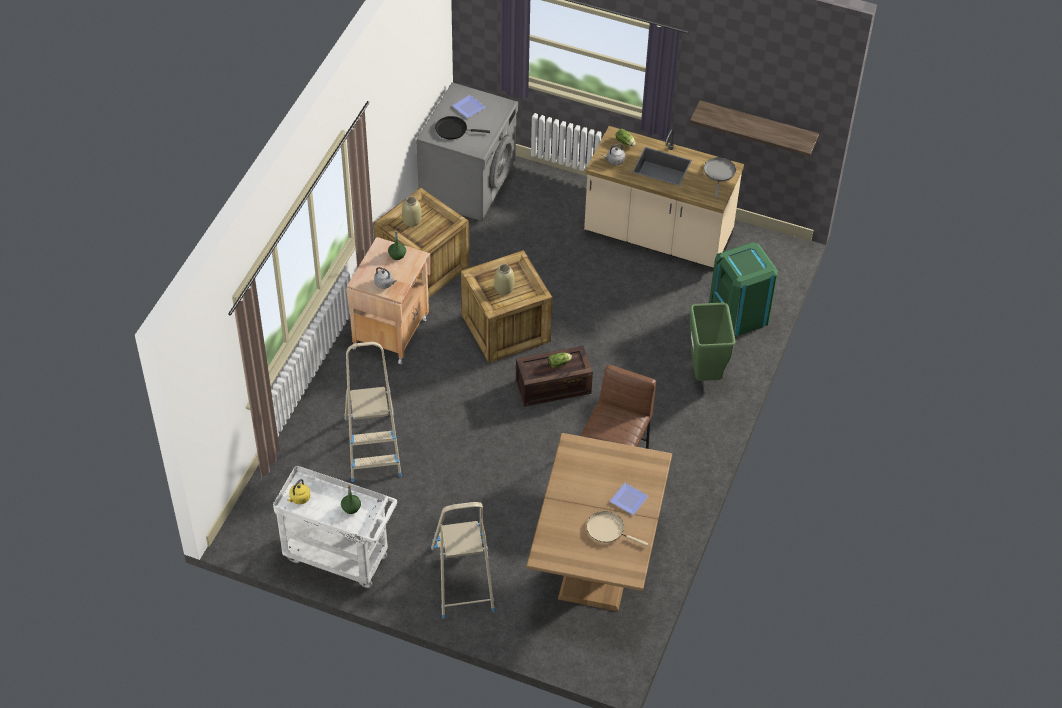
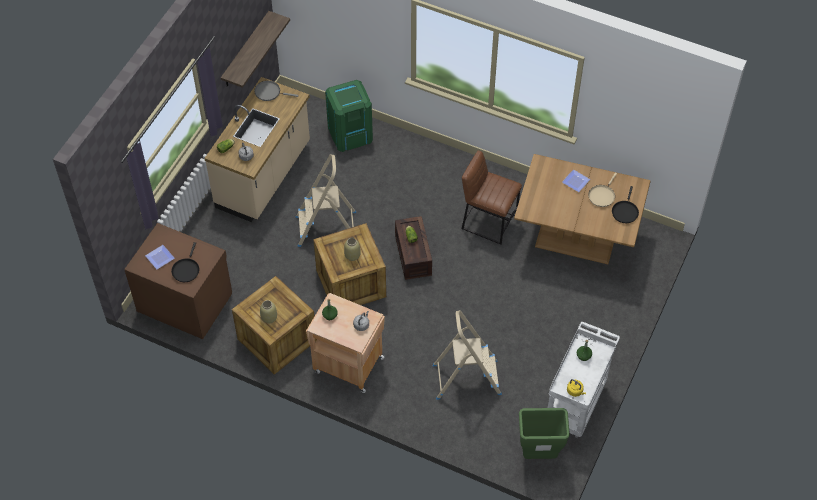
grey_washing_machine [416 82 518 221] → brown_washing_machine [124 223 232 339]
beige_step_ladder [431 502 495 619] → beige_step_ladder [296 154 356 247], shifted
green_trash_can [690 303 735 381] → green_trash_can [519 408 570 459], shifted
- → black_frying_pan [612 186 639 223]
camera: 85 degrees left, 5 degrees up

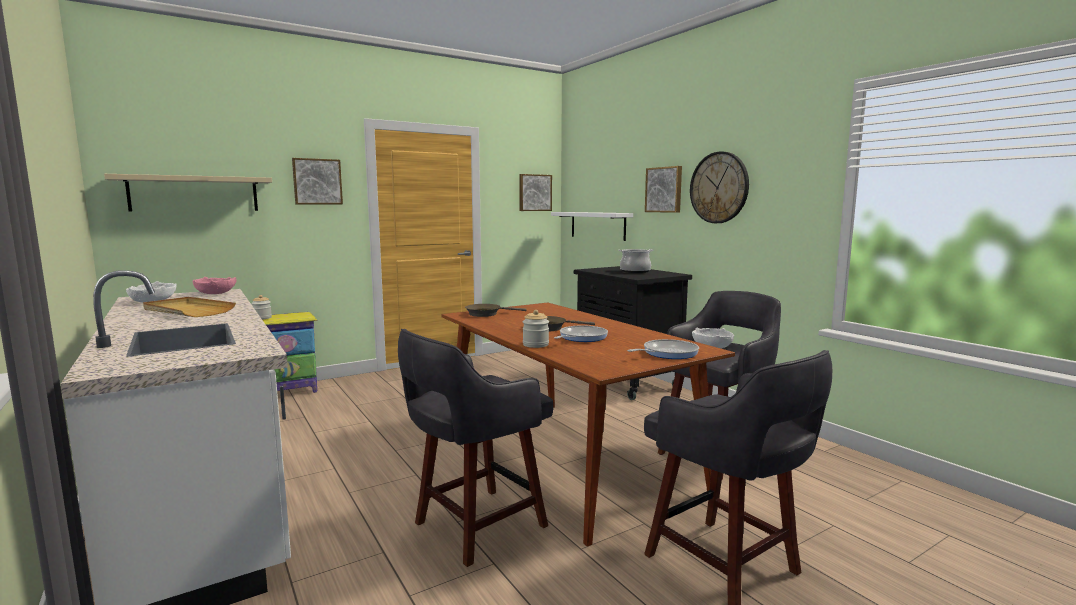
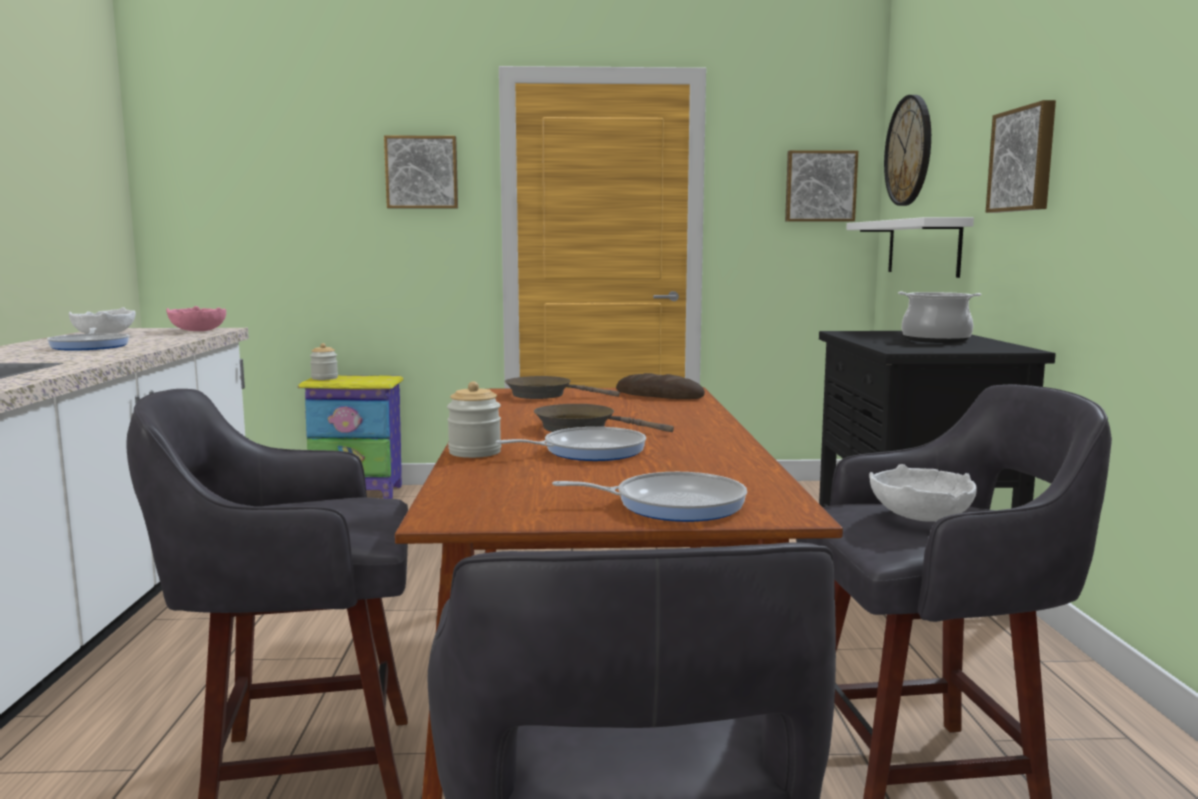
beige_tray [143 297 236 317] → frying_pan [47 328 129 351]
- → bread [616 373 705 399]
wall_clock [690 152 749 223] → wall_clock [884 95 931 206], shifted
beige_shelf [104 174 272 211] → -
camera: 30 degrees right, 0 degrees up

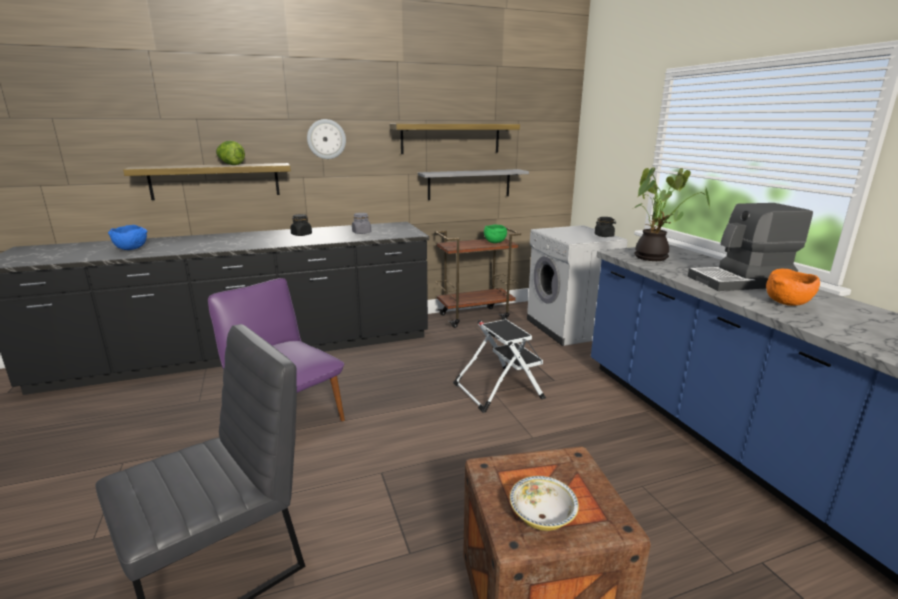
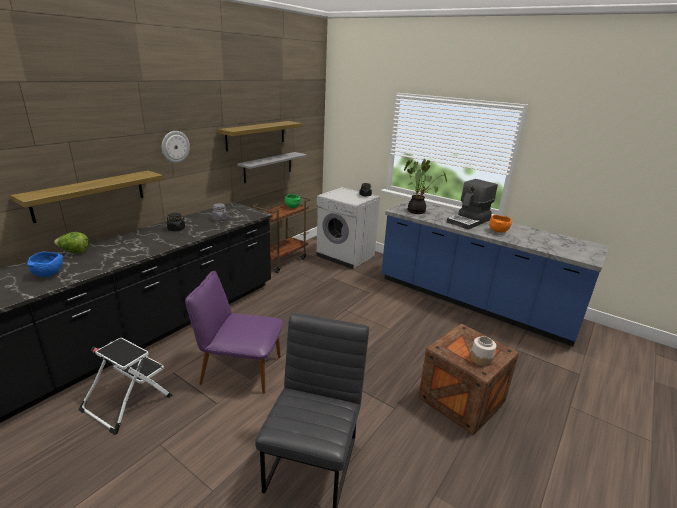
lettuce [216 140 245 165] → lettuce [54 232 89 253], shifted
step_ladder [453 319 546 413] → step_ladder [78 338 172 435], shifted
bowl [510 476 579 531] → jar [471 336 496 366]
camera: 35 degrees left, 5 degrees up

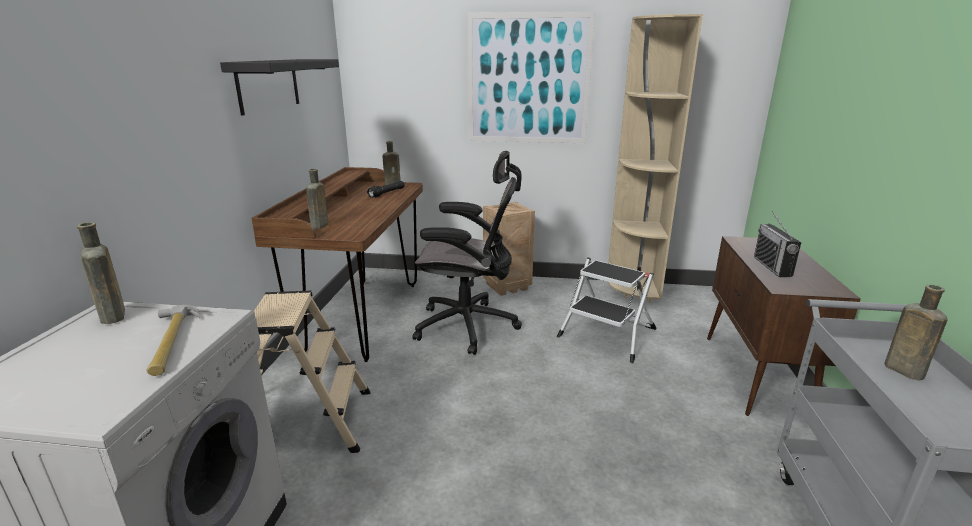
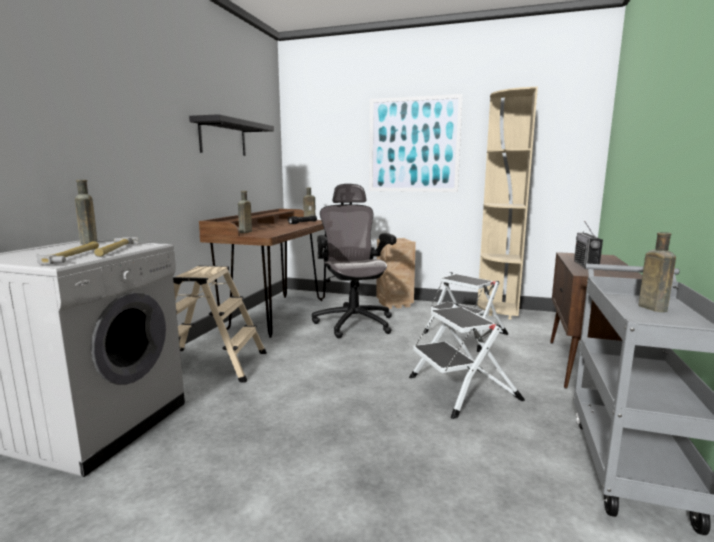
- → hammer [36 241 99 264]
office_chair [413 151 522 355] → office_chair [312 184 396 338], 120 degrees counterclockwise
- → step_ladder [409 303 525 419]
camera: 10 degrees right, 10 degrees down

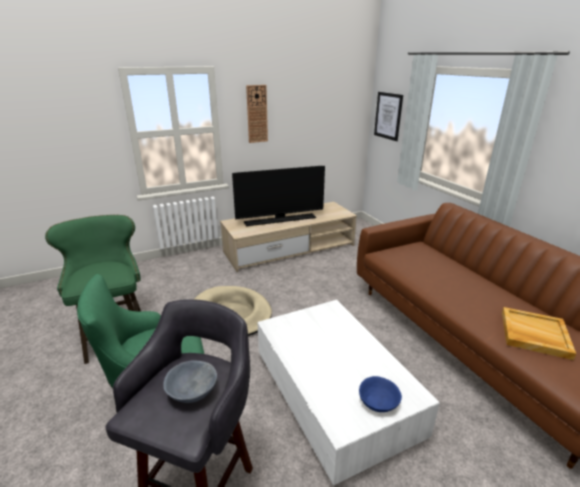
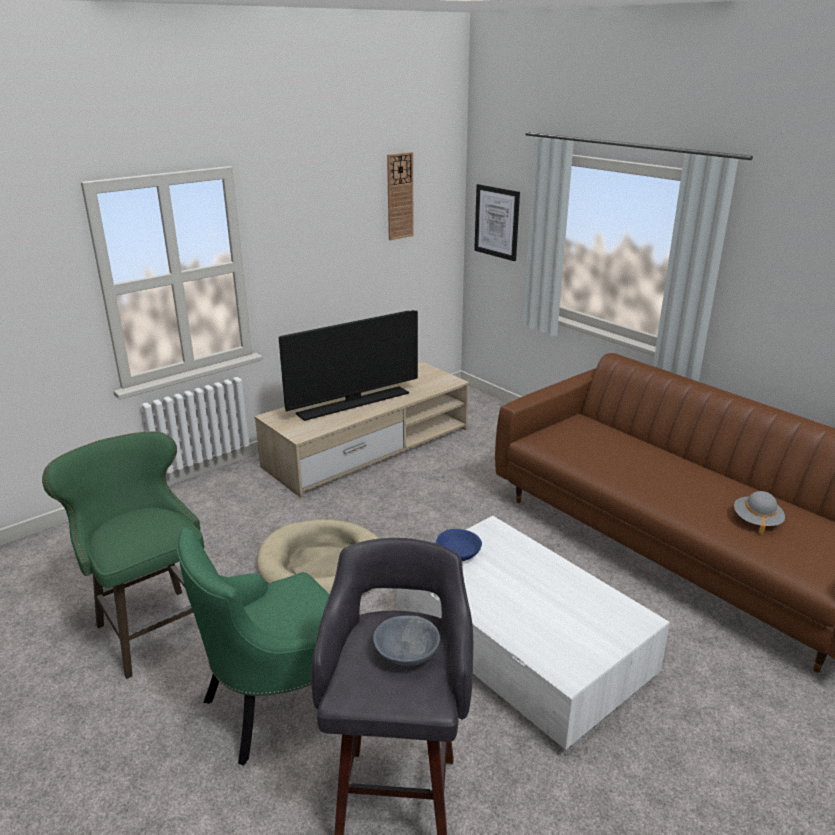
wall_clock [246 85 268 143] → wall_clock [387 152 414 240], shifted
blue_bowl [359 376 402 412] → blue_bowl [436 529 482 561], shifted
beige_tray [502 307 576 360] → grey_hat [734 491 785 535]
camera: 15 degrees left, 0 degrees up

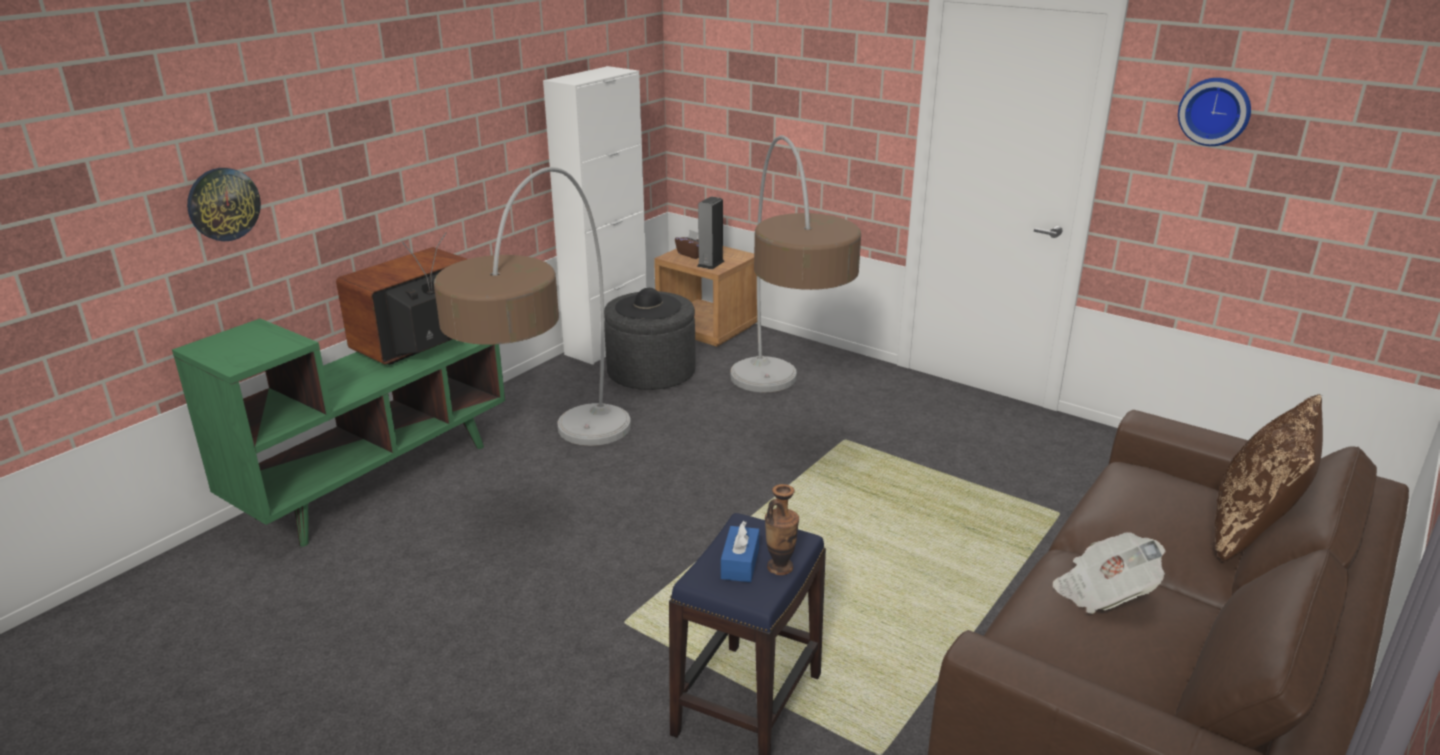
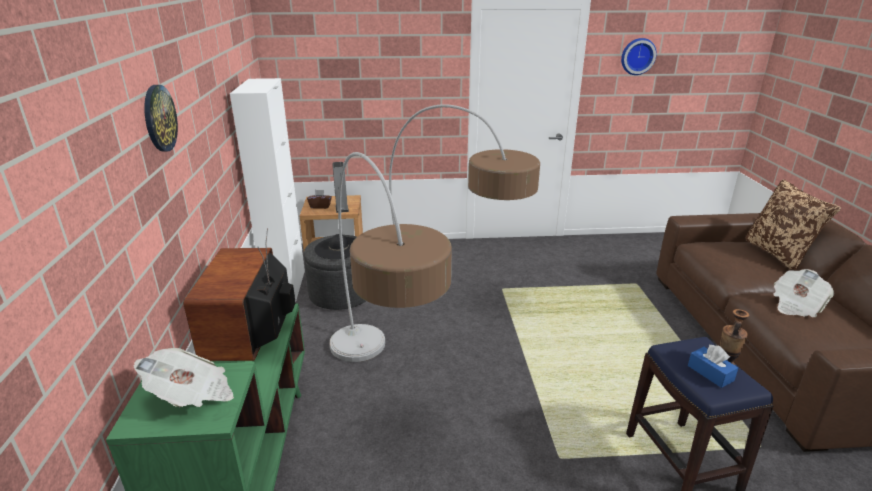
- → newspaper [134 348 234 407]
wall_clock [187 168 261 241] → wall_clock [144 85 178 152], shifted
camera: 40 degrees left, 0 degrees up

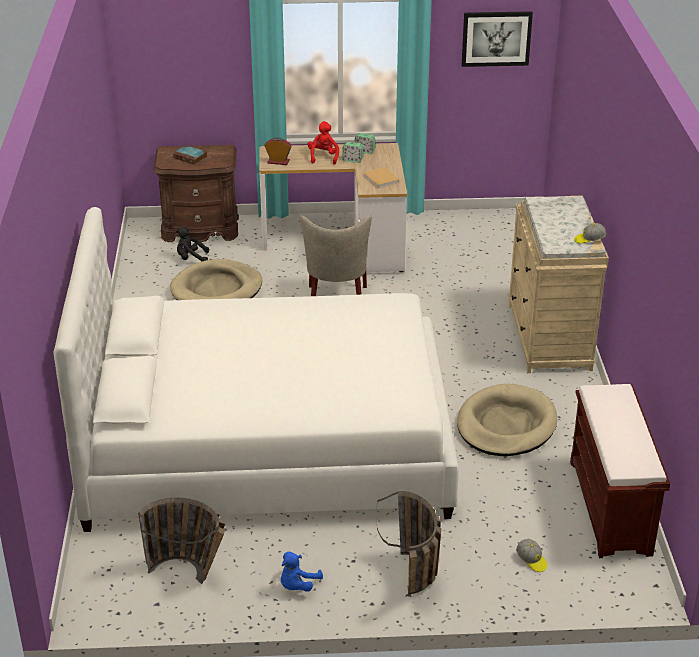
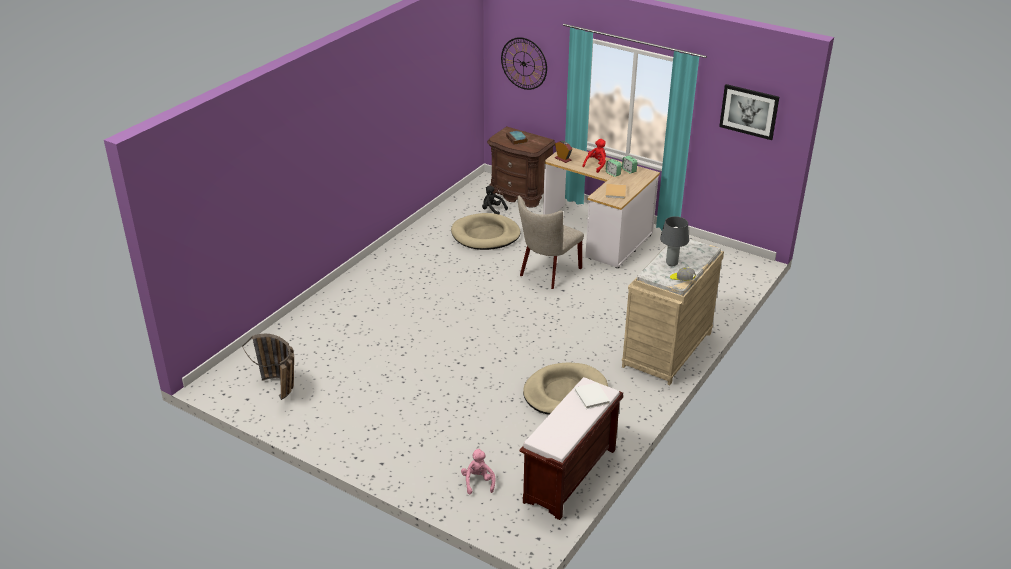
cap [516 539 547 572] → pink_plush_toy [461 449 496 494]
- → wall_clock [501 37 547 90]
- → white_book [574 382 610 409]
- → grey_table_lamp [660 216 689 266]
white_bed [53 207 459 532] → -
blue_plush_toy [281 552 323 592] → -
basket [376 491 441 594] → -
camera: 35 degrees right, 0 degrees up

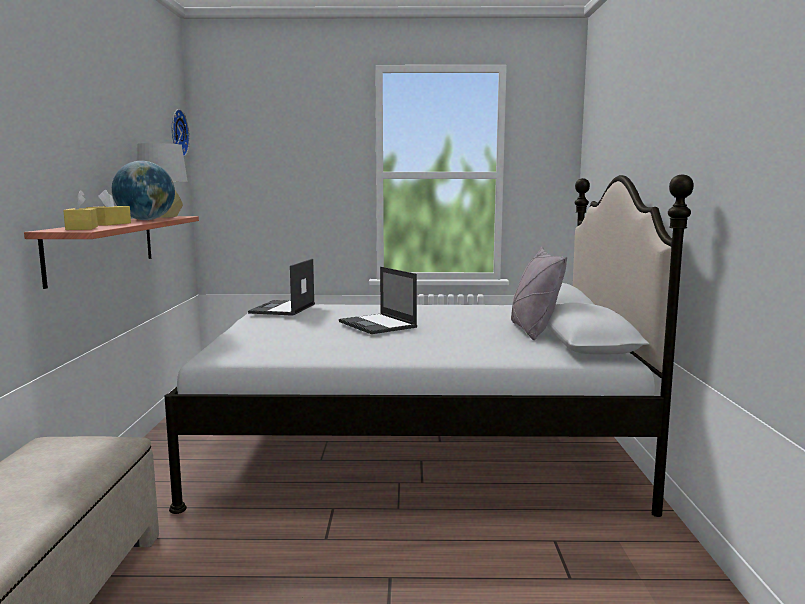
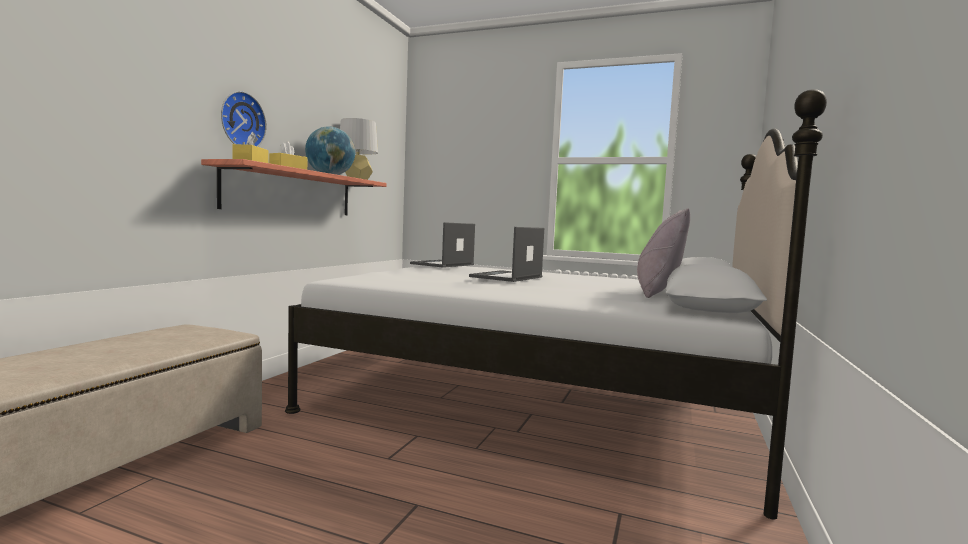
wall_clock [172 109 190 157] → wall_clock [221 91 267 147], shifted
laptop [339 267 417 334] → laptop [469 227 544 282], 45 degrees clockwise
camera: 20 degrees right, 5 degrees down

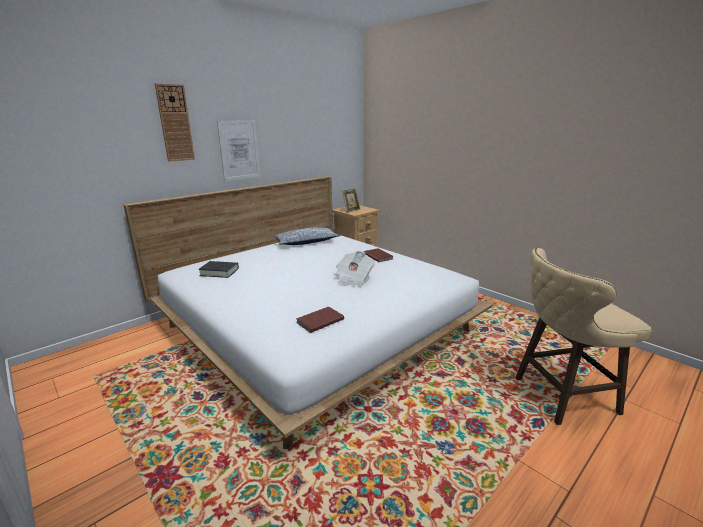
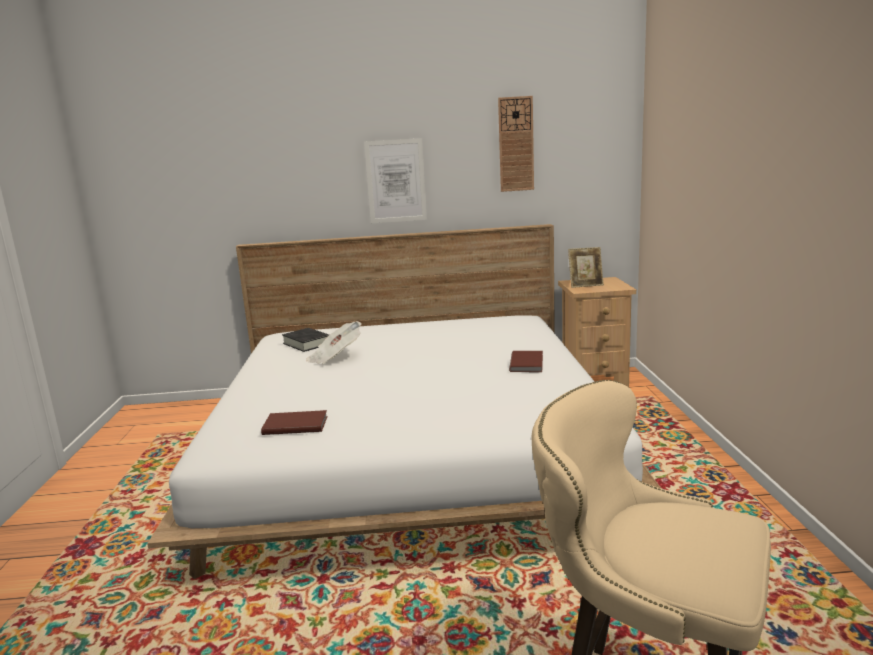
newspaper [336 251 375 286] → newspaper [306 321 362 364], shifted
wall_clock [155 83 195 162] → wall_clock [498 96 534 192], shifted
pillow [274 227 340 245] → -
camera: 40 degrees right, 5 degrees down

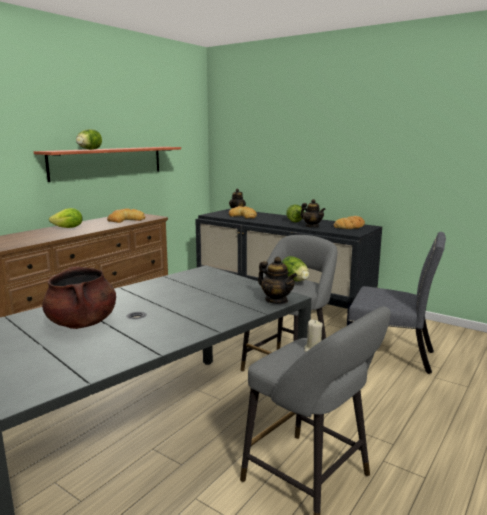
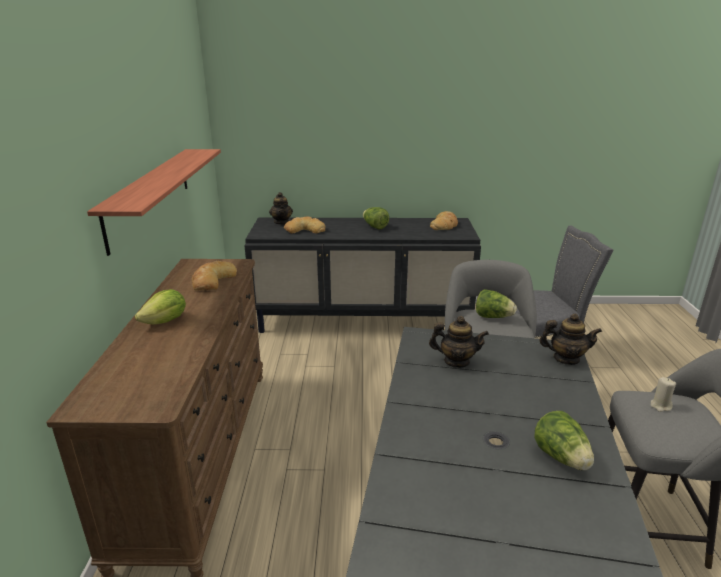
teapot [300 199 326 228] → teapot [429 316 489 368], shifted
lettuce [76 129 102 150] → lettuce [534 411 594 470], shifted
brown_cooking_pot [42 266 116 329] → -
camera: 35 degrees left, 10 degrees up

